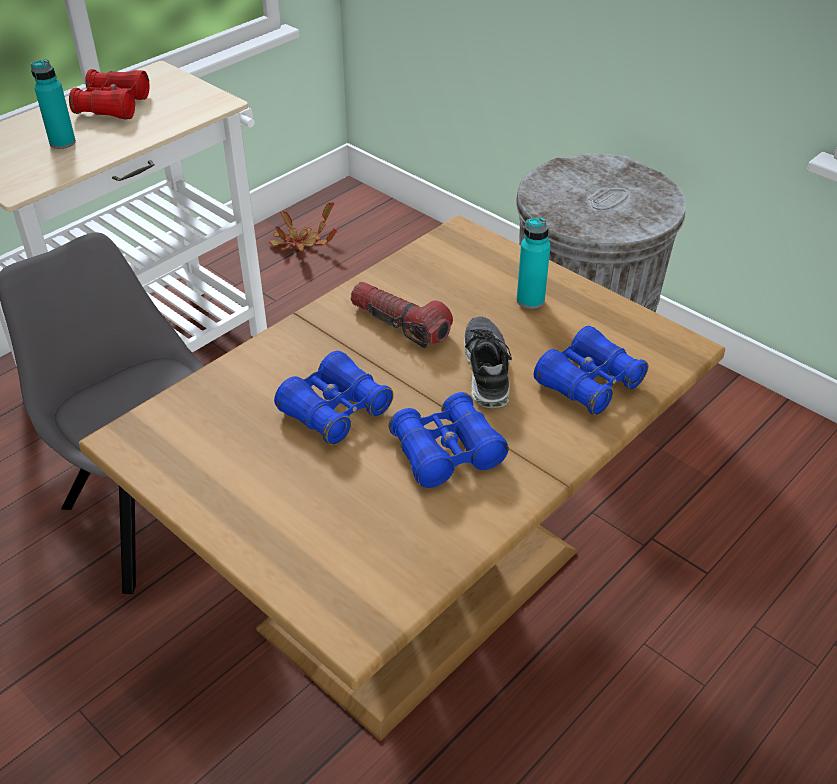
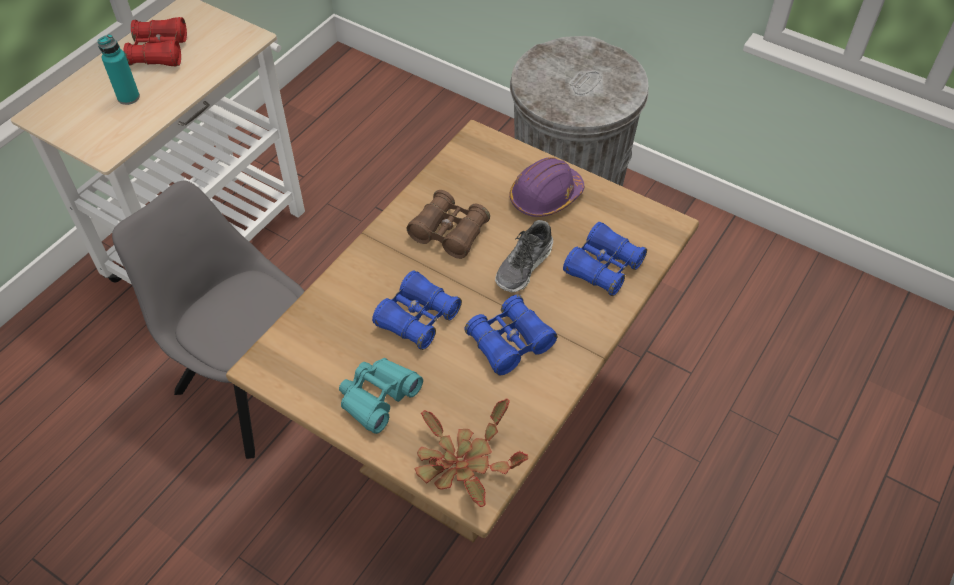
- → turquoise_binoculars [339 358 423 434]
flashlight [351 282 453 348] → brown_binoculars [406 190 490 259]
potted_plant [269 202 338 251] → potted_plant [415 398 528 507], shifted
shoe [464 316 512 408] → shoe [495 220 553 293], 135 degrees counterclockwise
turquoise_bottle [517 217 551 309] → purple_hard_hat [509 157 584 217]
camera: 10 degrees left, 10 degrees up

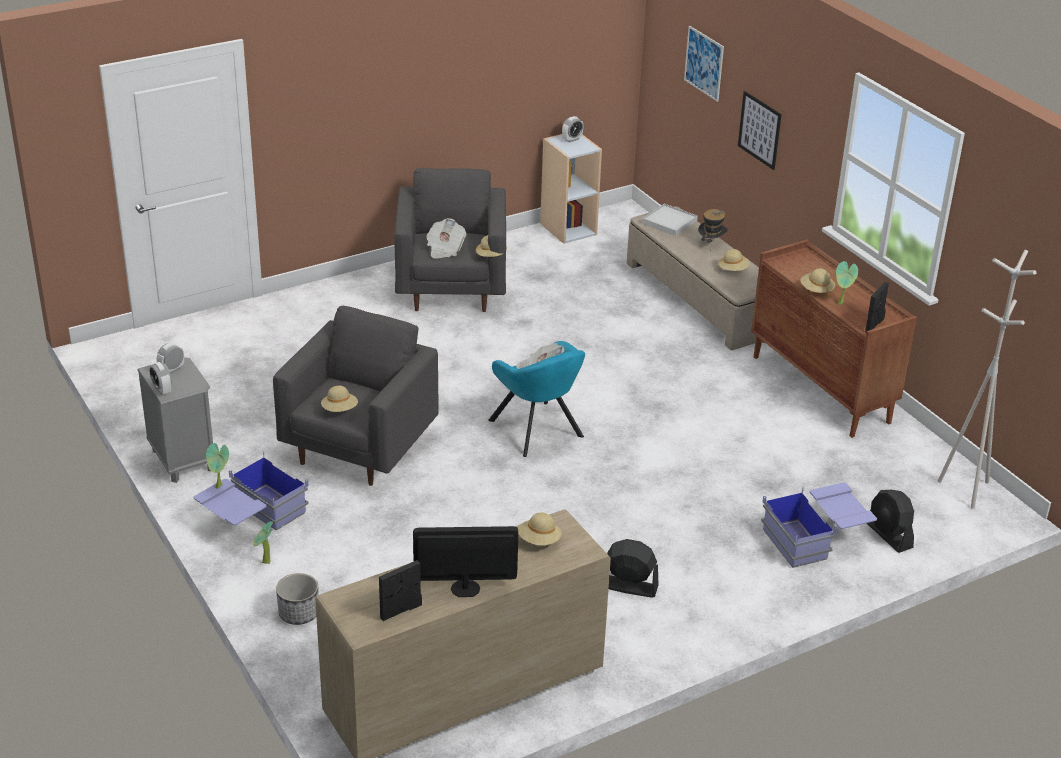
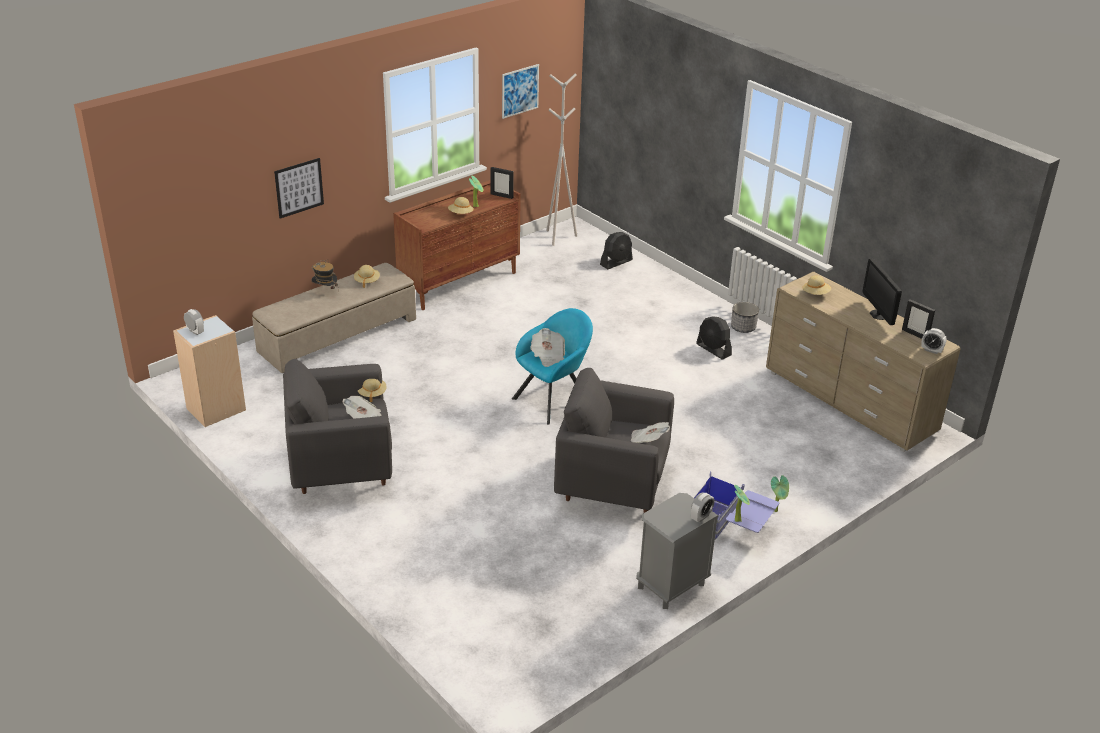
picture [684 26 724 102] → picture [502 64 539 119], shifted
beige_hat [321 386 358 412] → newspaper [630 422 670 443]
black_fan [608 539 659 598] → black_fan [696 316 732 360], 45 degrees counterclockwise
planter [276 573 319 625] → planter [731 302 759 333], shifted
alarm_clock [157 342 184 374] → alarm_clock [921 328 947 354], shifted
white_tray [642 204 698 236] → -
blue_storage_box [761 482 877 568] → -
camera: 100 degrees left, 0 degrees up

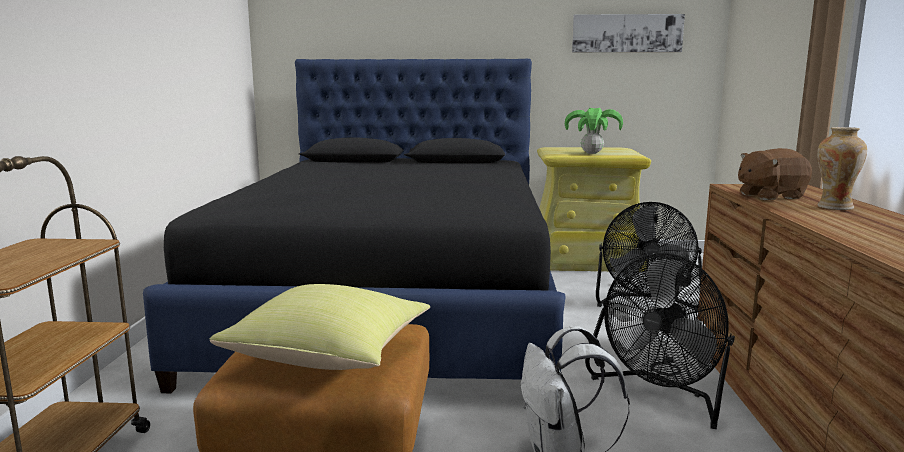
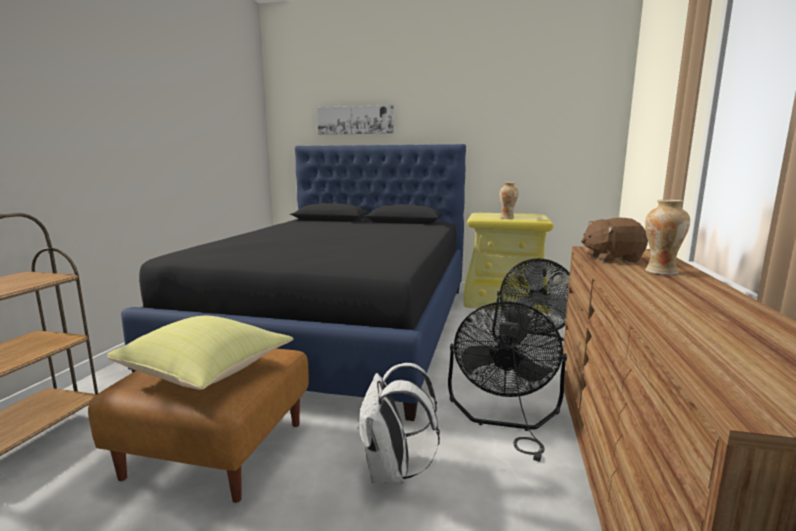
picture [572 14 685 52] → picture [317 105 394 135], shifted
black_fan [585 253 735 429] → black_fan [448 302 567 462], 135 degrees clockwise
potted_plant [565 108 623 154] → vase [499 182 519 219]
camera: 10 degrees right, 0 degrees up

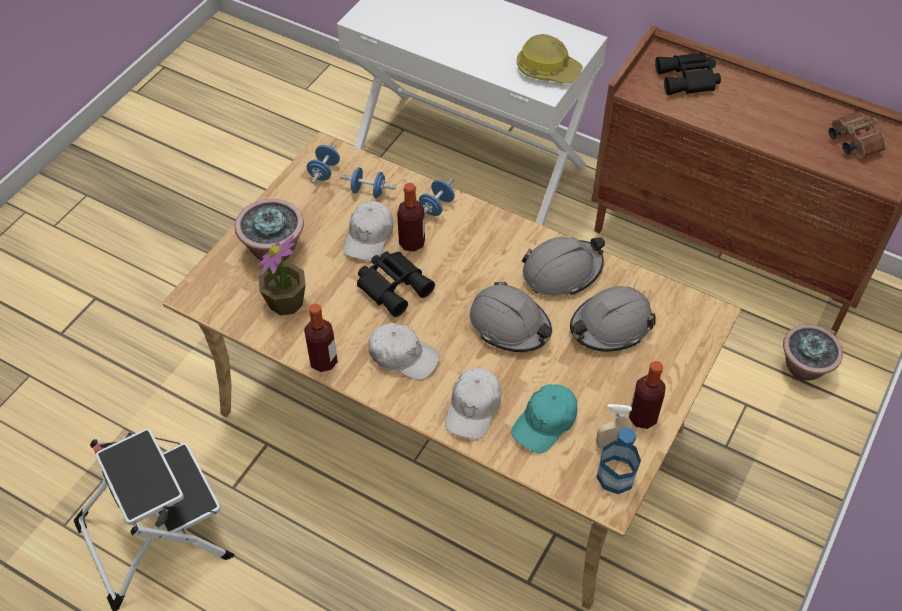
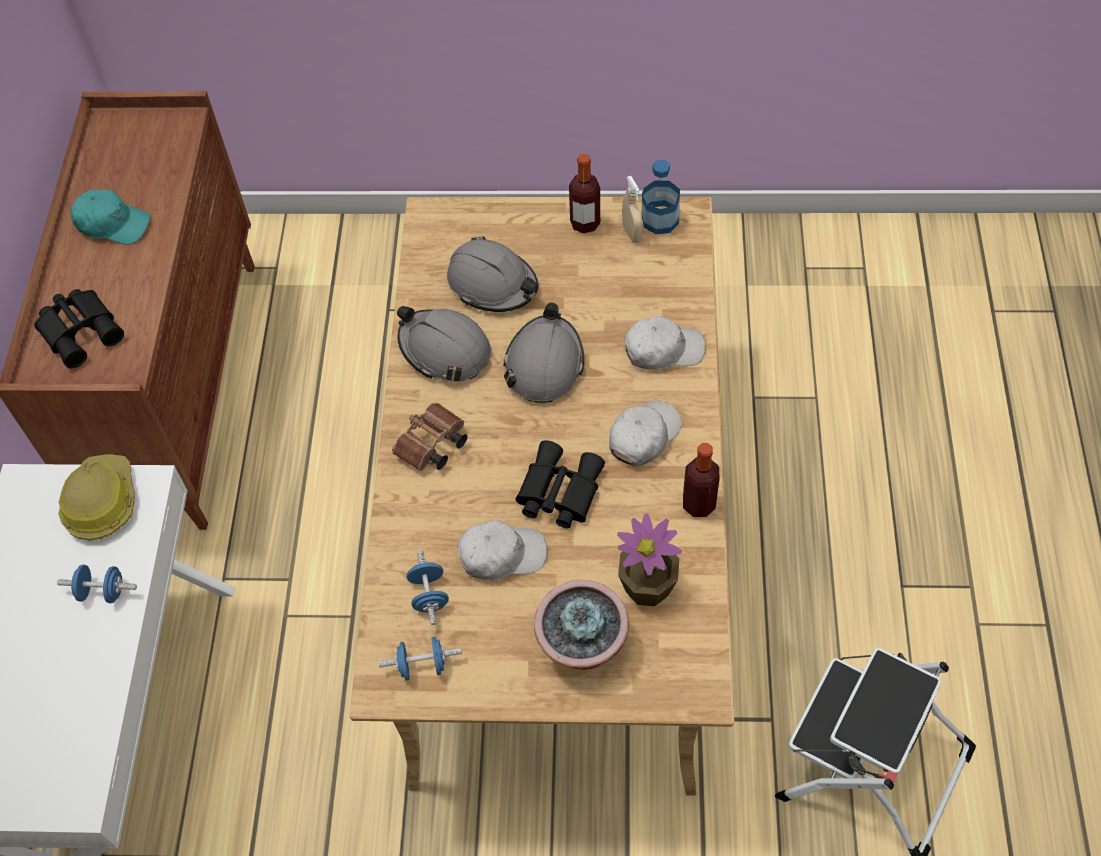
blue_dumbbell [419 179 455 216] → blue_dumbbell [57 565 137 603], shifted
turquoise_cap [511 384 577 454] → turquoise_cap [71 189 151 245], shifted
brown_binoculars [829 112 886 157] → brown_binoculars [392 403 468 471], shifted
white_cap [368 323 440 380] → white_cap [609 401 682 467], 45 degrees clockwise
bottle [397 183 425 252] → -
potted_plant [783 324 843 381] → -
camera: 115 degrees left, 5 degrees up

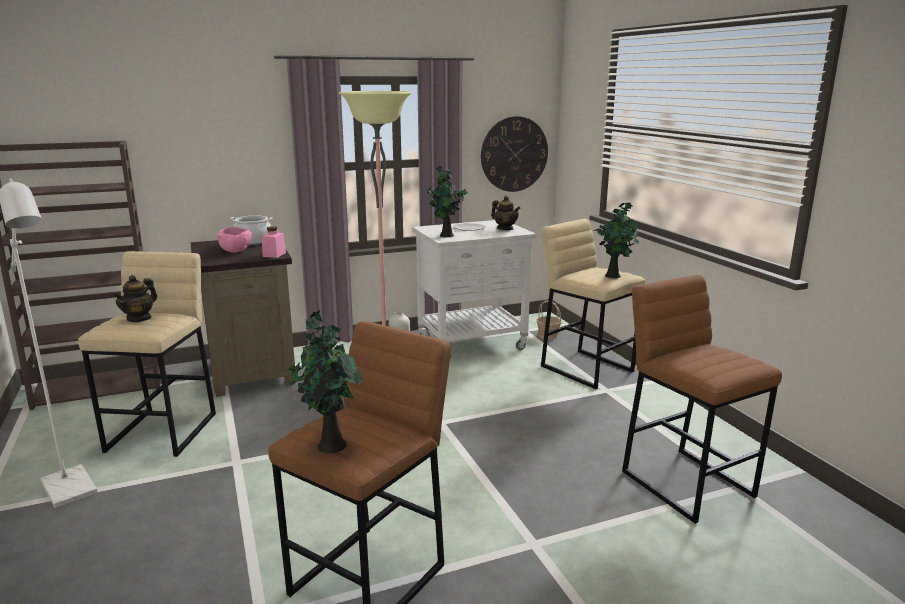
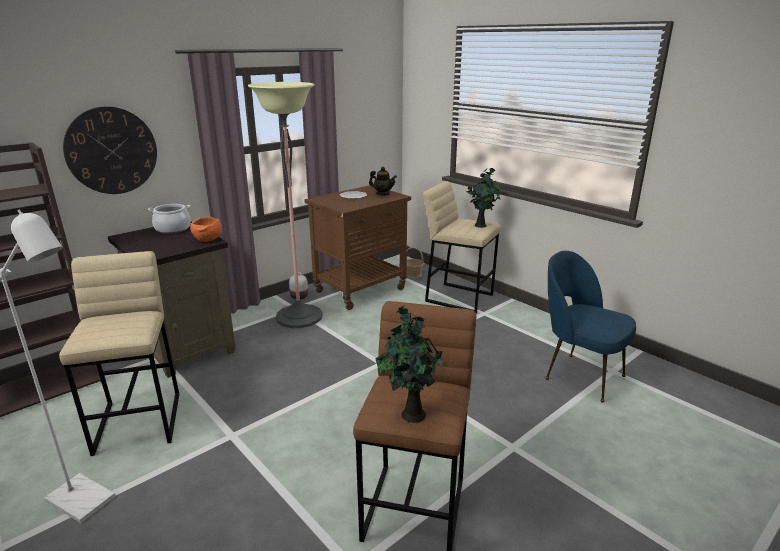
wall_clock [481 116 548 192] → wall_clock [63 106 157 194], shifted
pink_jar [262 226 286 258] → orange_bowl [190 217 222 242]
white_cart [412 220 537 359] → brown_cart [304 185 411 310]
brown_stool [622 275 782 524] → blue_chair [546 251 636 403]
teapot [112 275 157 322] → -
pink_bowl [217 227 252 253] → -
potted_plant [427 165 467 237] → -
camera: 20 degrees left, 5 degrees up

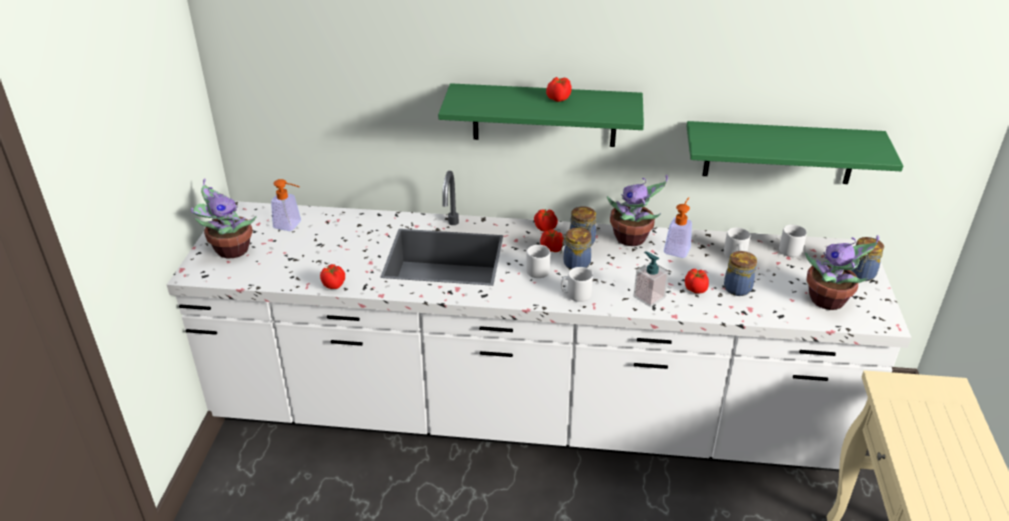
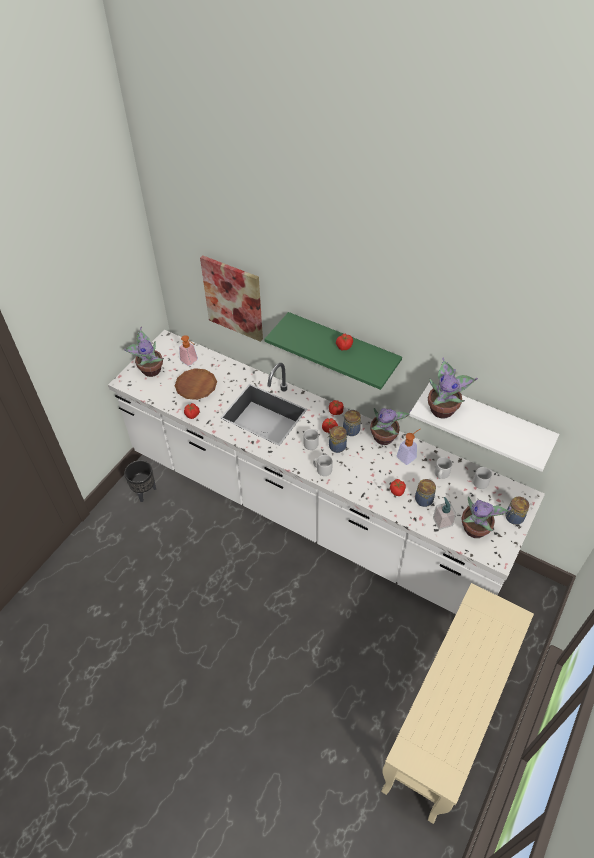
- → black_planter [124 460 156 502]
- → brown_plate [175 368 217 400]
- → picture [200 255 263 342]
green_shelf [687 121 903 184] → white_shelf [409 382 559 472]
- → potted_plant [428 357 478 418]
soap_dispenser [633 251 669 307] → soap_dispenser [433 497 456 530], shifted
camera: 25 degrees right, 15 degrees up

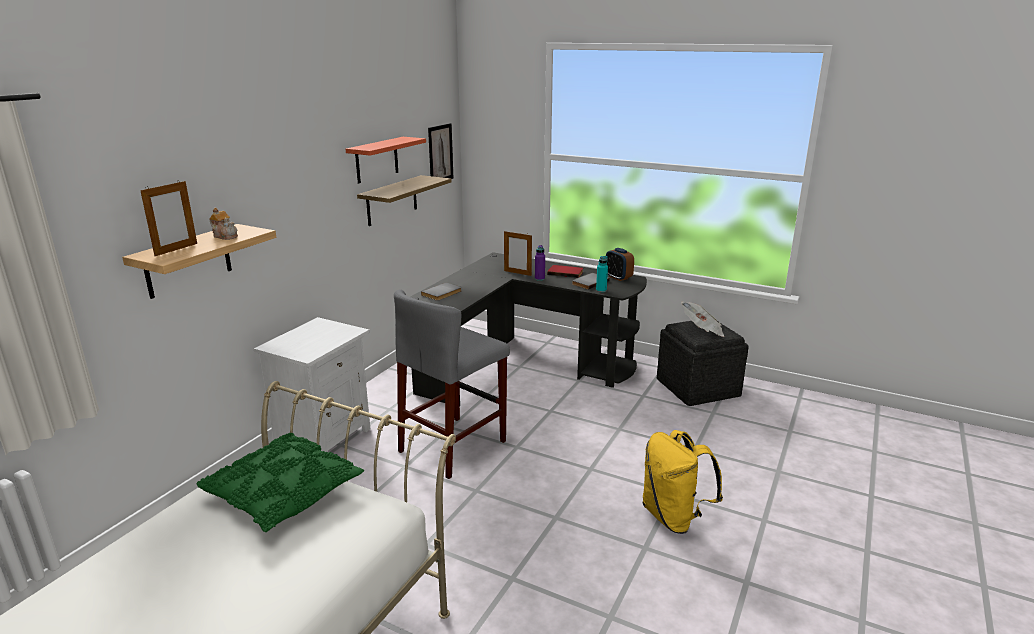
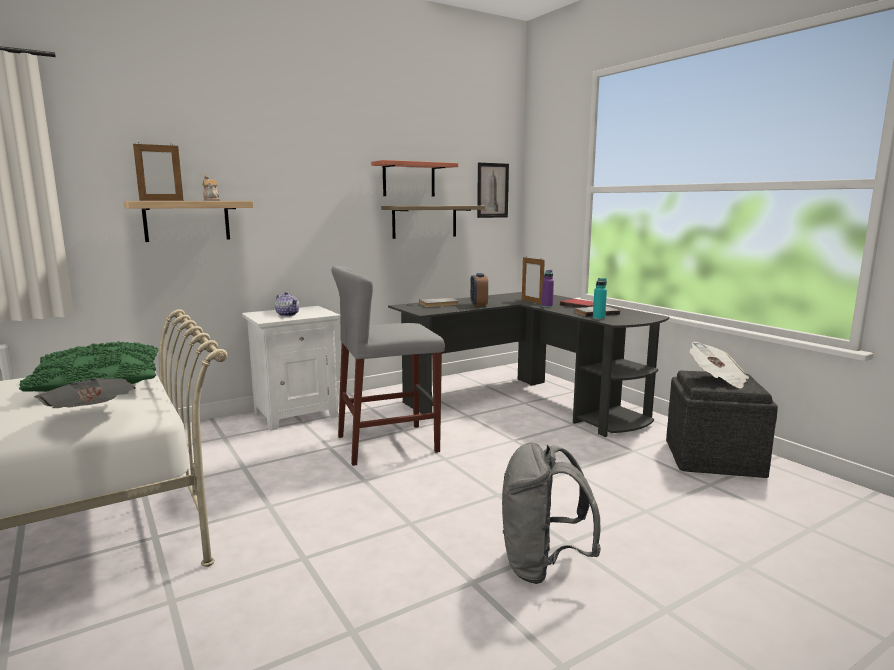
- → newspaper [35 378 136 408]
- → teapot [275 292 299 316]
alarm_clock [606 248 634 281] → alarm_clock [470 273 488 307], shifted
yellow_backpack [643 430 723 534] → grey_backpack [502 443 601 584]
camera: 30 degrees right, 10 degrees down

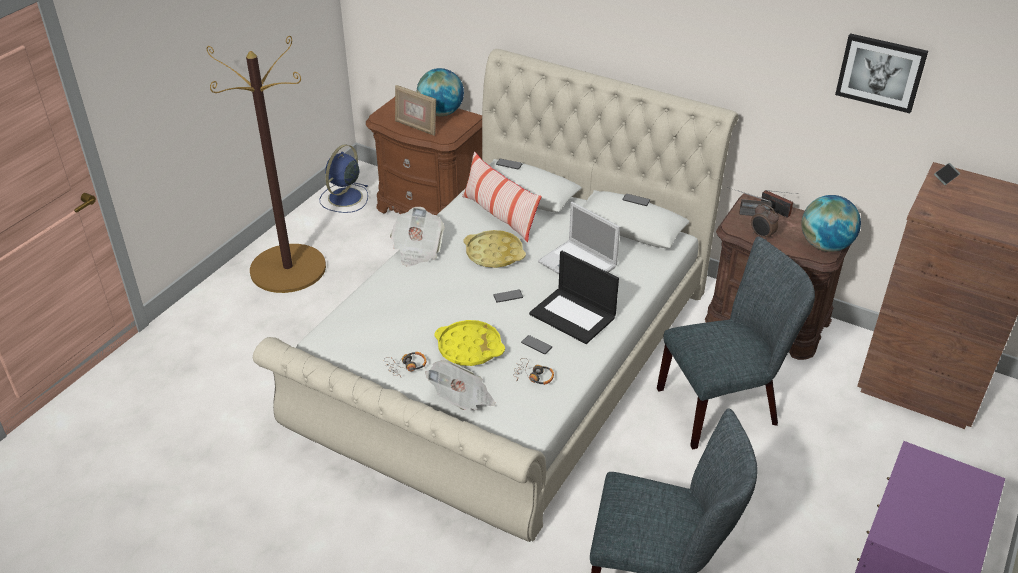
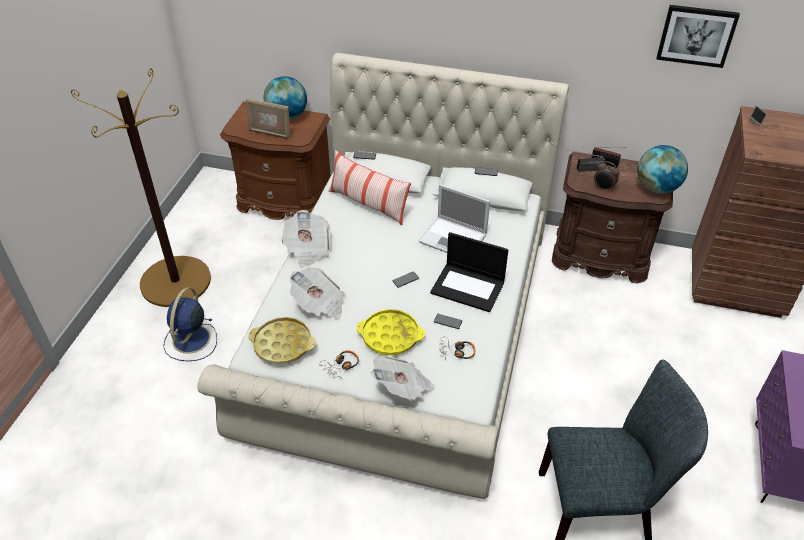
blue_fan [319 144 368 213] → blue_fan [163 287 217 361], shifted
yellow_tray [464 230 526 268] → yellow_tray [248 317 316 364], shifted
- → newspaper [290 267 344 318]
grey_chair [657 236 815 449] → -
camera: 15 degrees left, 5 degrees up

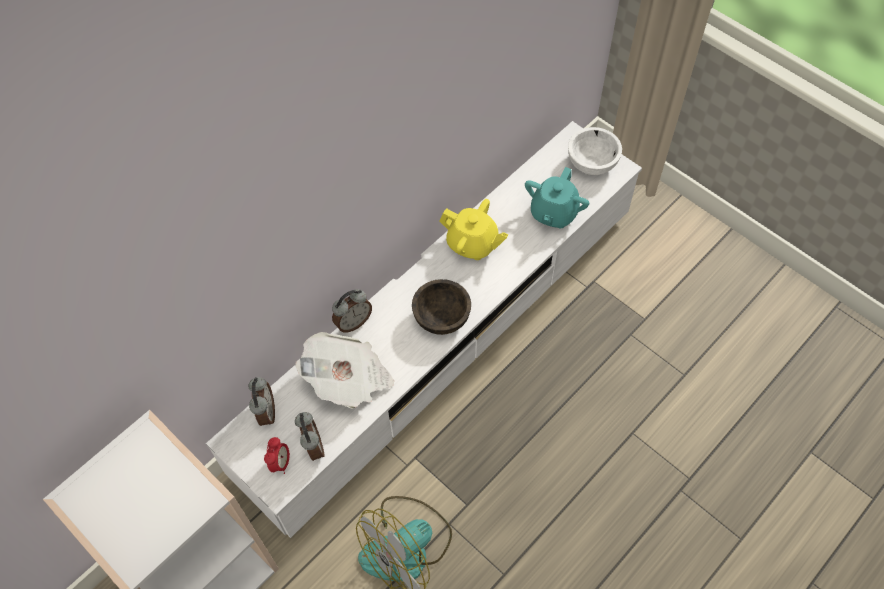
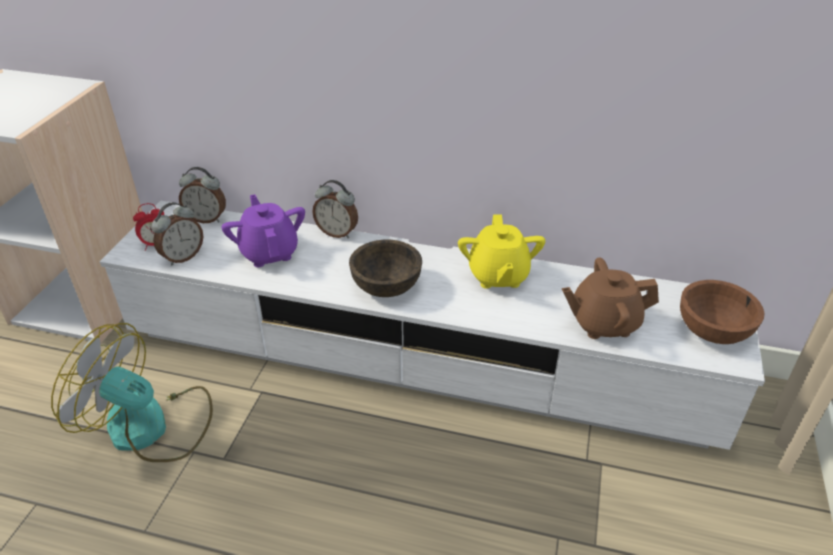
alarm_clock [249 377 275 426] → alarm_clock [179 167 226 223], 45 degrees clockwise
newspaper [295 332 394 409] → purple_teapot [222 194 305 267]
turquoise_teapot [525 167 589 228] → brown_teapot [562 257 659 339]
white_bowl [568 127 622 175] → brown_bowl [680 280 764 344]
camera: 60 degrees right, 20 degrees down

